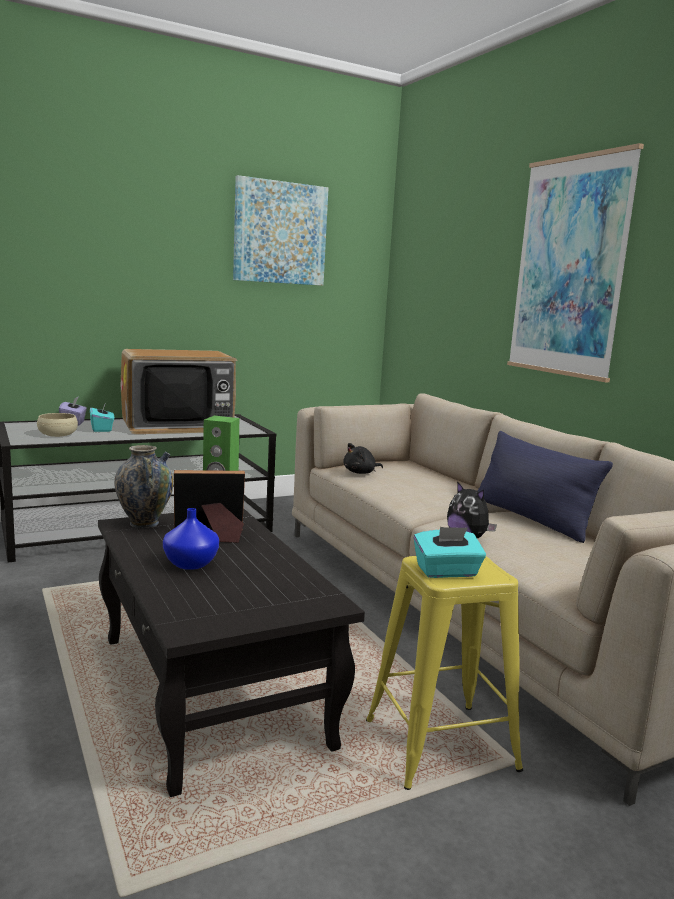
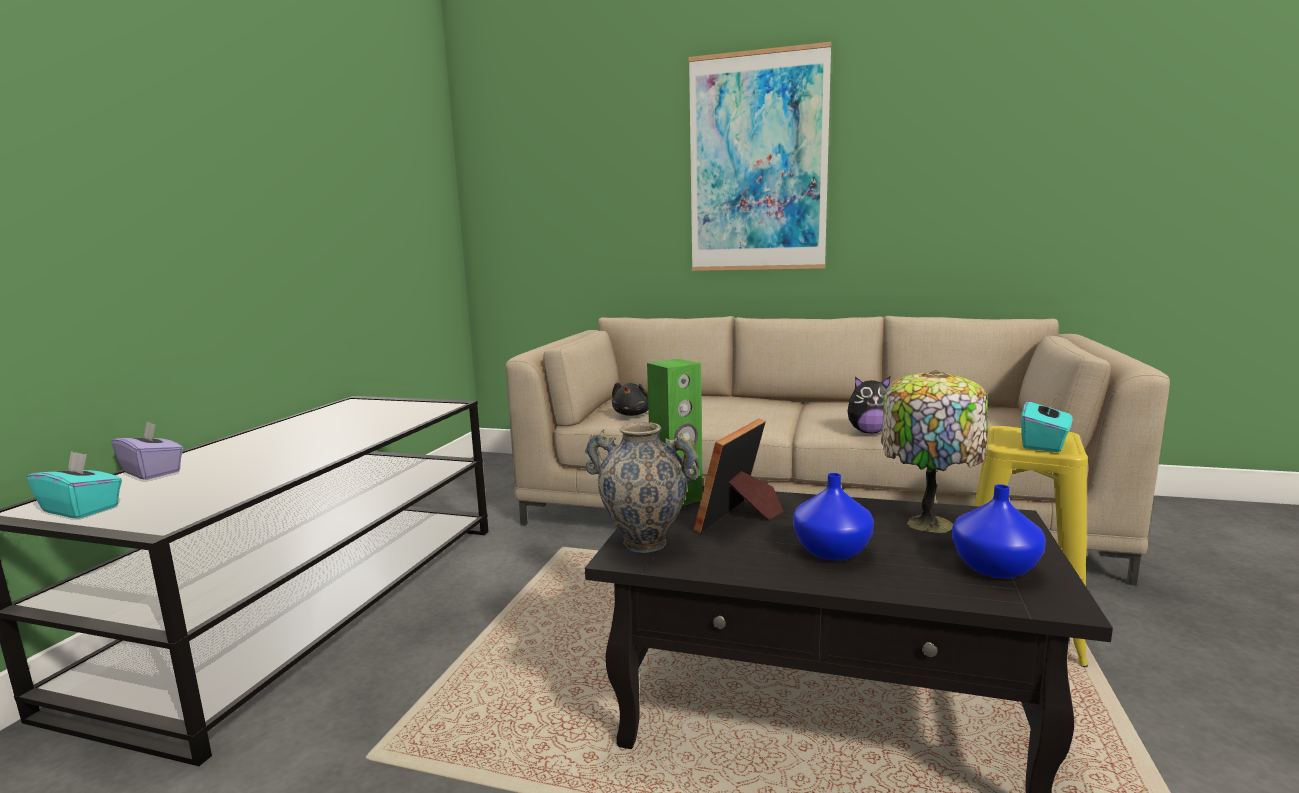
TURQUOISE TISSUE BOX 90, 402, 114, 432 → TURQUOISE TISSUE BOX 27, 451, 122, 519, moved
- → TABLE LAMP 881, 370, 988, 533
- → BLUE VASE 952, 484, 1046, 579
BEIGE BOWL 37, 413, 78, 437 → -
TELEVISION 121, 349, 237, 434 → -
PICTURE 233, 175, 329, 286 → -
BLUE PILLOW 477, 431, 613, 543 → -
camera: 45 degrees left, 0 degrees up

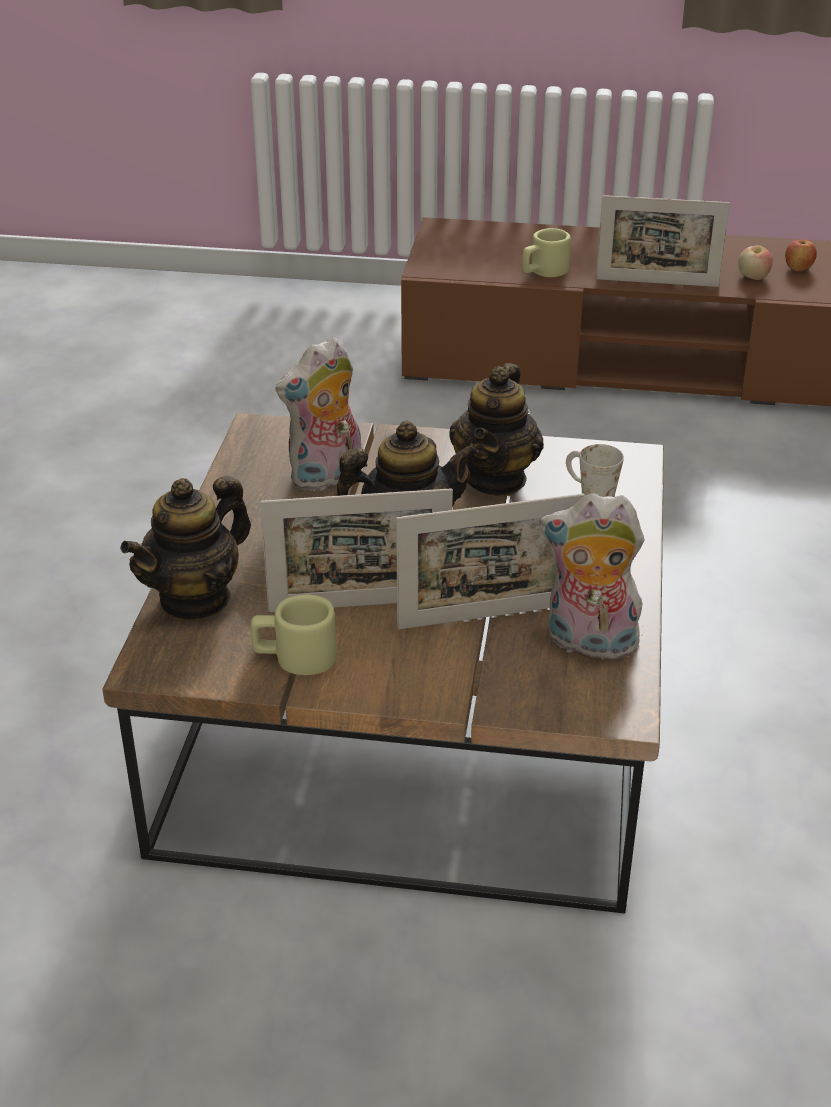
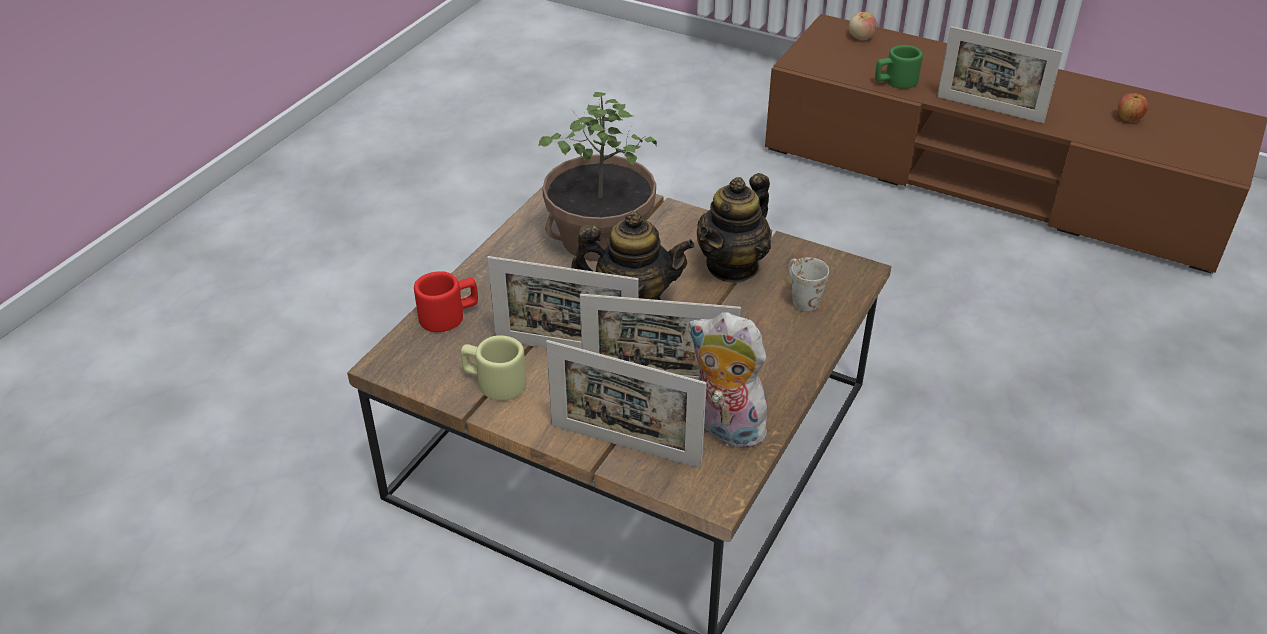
TEAPOT 120, 476, 251, 621 → RED MUG 414, 271, 478, 332
PLUSH TOY 275, 337, 362, 491 → POTTED PLANT 538, 92, 657, 261
- → PICTURE FRAME 546, 340, 707, 469
APPLE 738, 245, 773, 280 → APPLE 849, 12, 877, 40, moved
BEIGE MUG 522, 228, 571, 277 → GREEN MUG 875, 45, 923, 89
camera: 20 degrees right, 5 degrees up

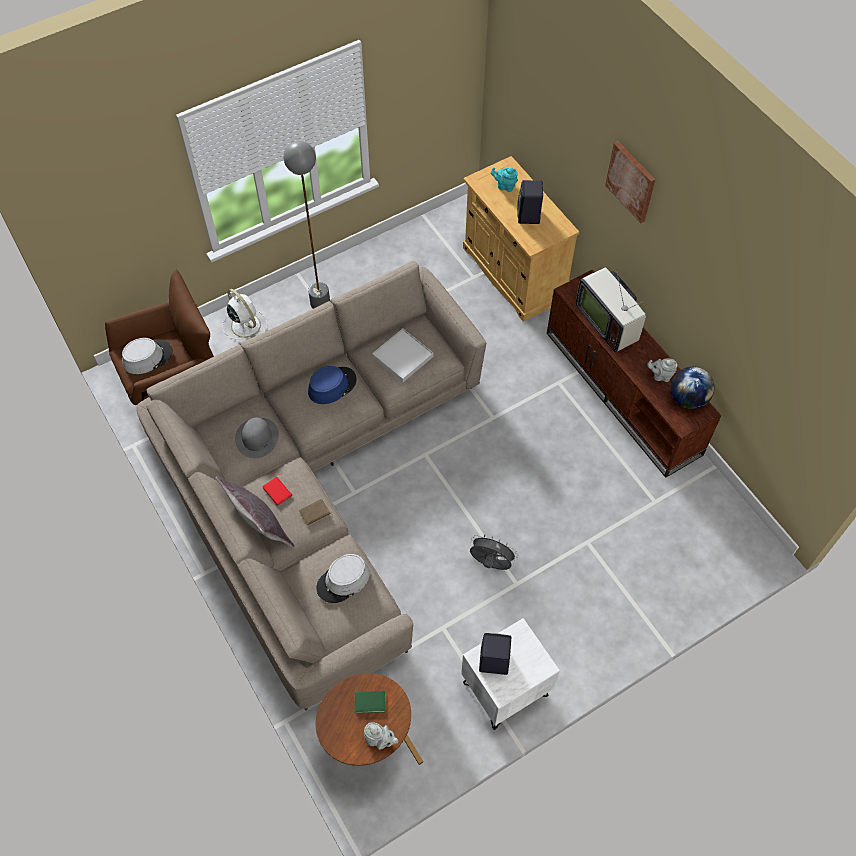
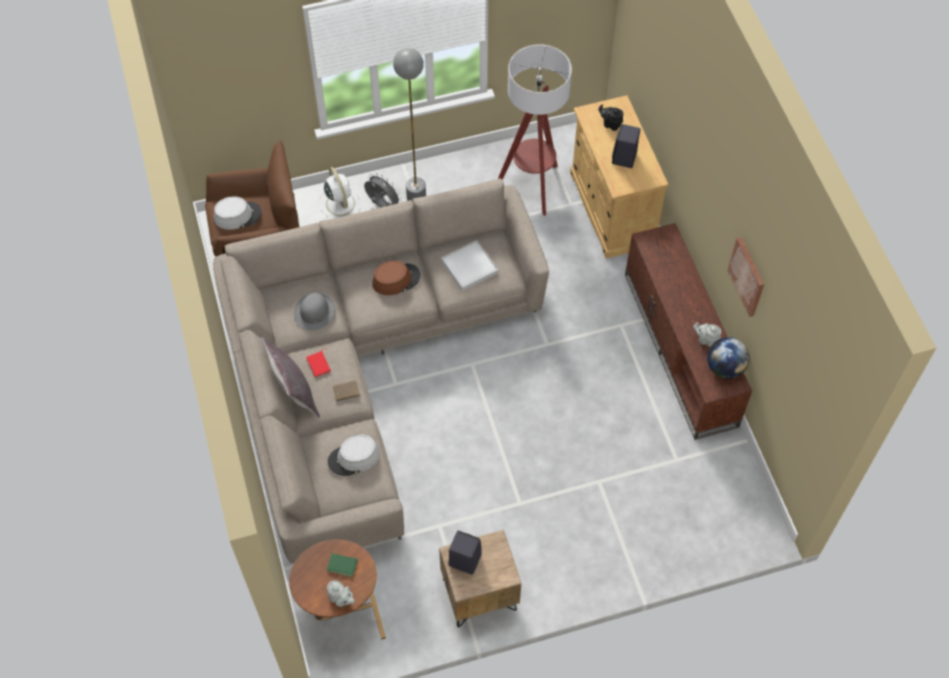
GREY FAN 470, 534, 518, 570 → GREY FAN 364, 173, 402, 207, moved
BLUE HAT 308, 366, 357, 404 → BROWN HAT 372, 260, 421, 295
WHITE NIGHTSTAND 461, 618, 560, 730 → BROWN NIGHTSTAND 439, 530, 521, 627
- → FLOOR LAMP 498, 44, 572, 216
TURQUOISE TEAPOT 491, 167, 518, 192 → BLACK TEAPOT 598, 105, 623, 131
PICTURE 605, 141, 655, 223 → PICTURE 727, 237, 764, 317, moved
TELEVISION 576, 268, 646, 352 → -
camera: 15 degrees right, 0 degrees up

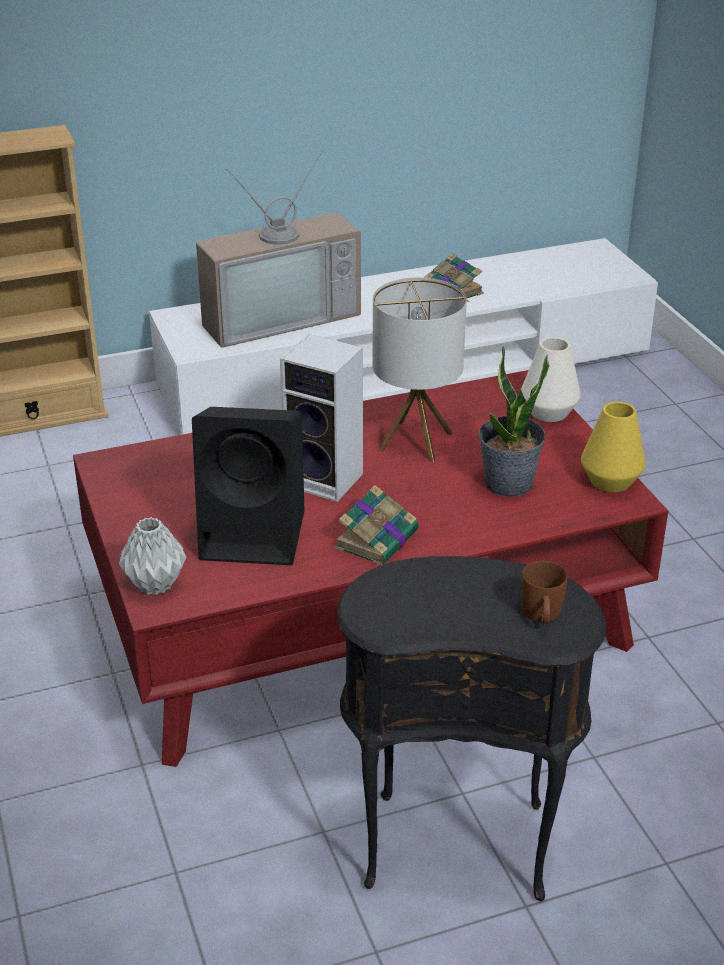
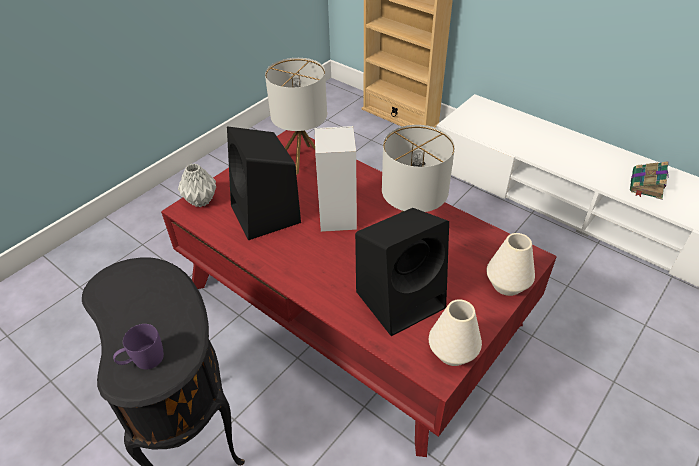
BROWN MUG 521, 561, 567, 624 → PURPLE MUG 113, 324, 164, 370
- → TABLE LAMP 265, 58, 327, 175
POTTED PLANT 478, 347, 550, 497 → BLACK SPEAKER 355, 208, 449, 336
YELLOW VASE 581, 402, 646, 492 → WHITE VASE 429, 299, 482, 366
TELEVISION 196, 151, 361, 348 → -
BOOK 334, 485, 419, 565 → -
camera: 60 degrees right, 10 degrees up

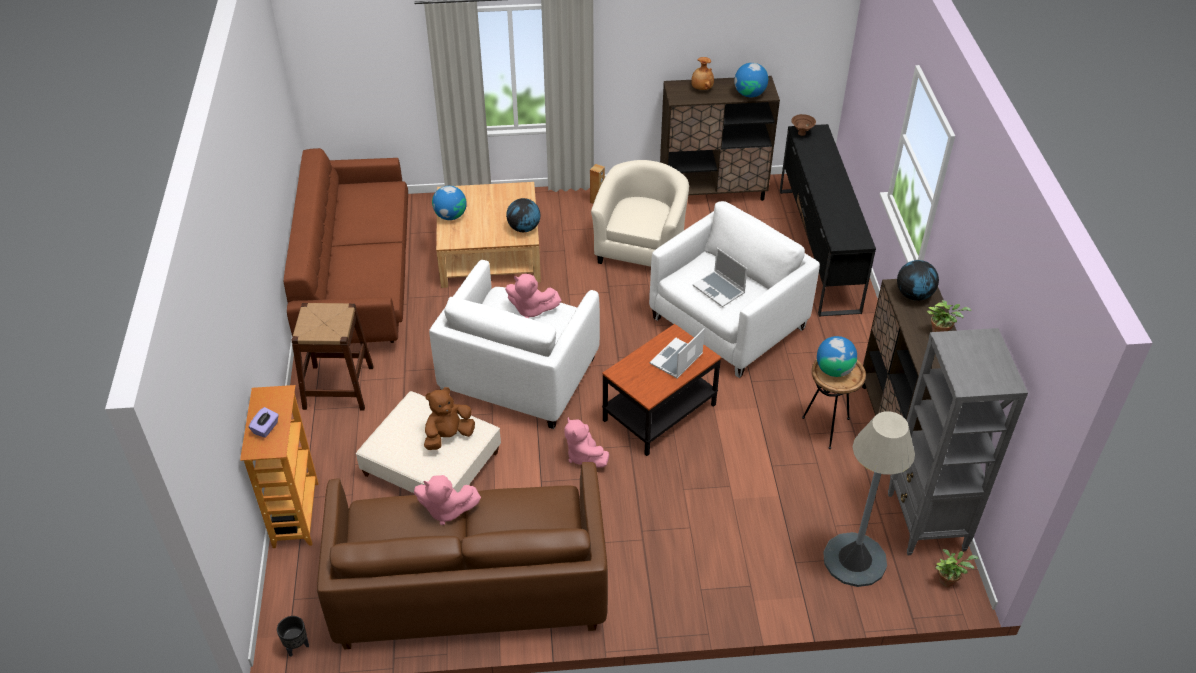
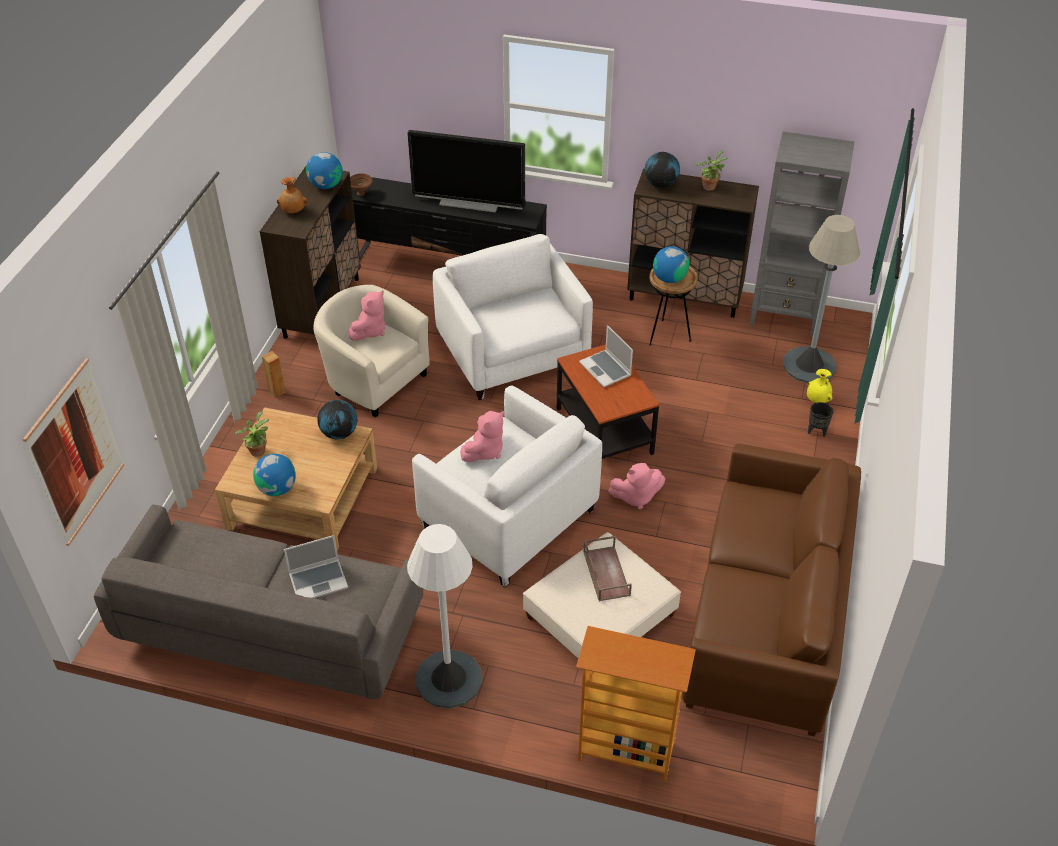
- → PICTURE 23, 358, 124, 546
BROWN SOFA 284, 148, 408, 343 → GREY SOFA 94, 504, 423, 699
POTTED PLANT 935, 549, 979, 587 → POTTED PLANT 235, 411, 269, 457, moved
LAPTOP 693, 248, 748, 307 → LAPTOP 284, 535, 348, 598, moved
PINK PLUSH TOY 414, 475, 481, 525 → PINK PLUSH TOY 348, 290, 385, 341, moved
- → TELEVISION 407, 130, 525, 213
BROWN STOOL 291, 303, 374, 410 → WHITE FLOOR LAMP 407, 524, 482, 708
BROWN PLUSH TOY 424, 387, 475, 450 → BROWN TRAY 583, 536, 632, 601
- → YELLOW VASE 807, 369, 832, 403
BLACK PLANTER 277, 616, 309, 657 → BLACK PLANTER 808, 402, 833, 437, moved
PURPLE TISSUE BOX 249, 407, 279, 438 → -
camera: 70 degrees left, 0 degrees up

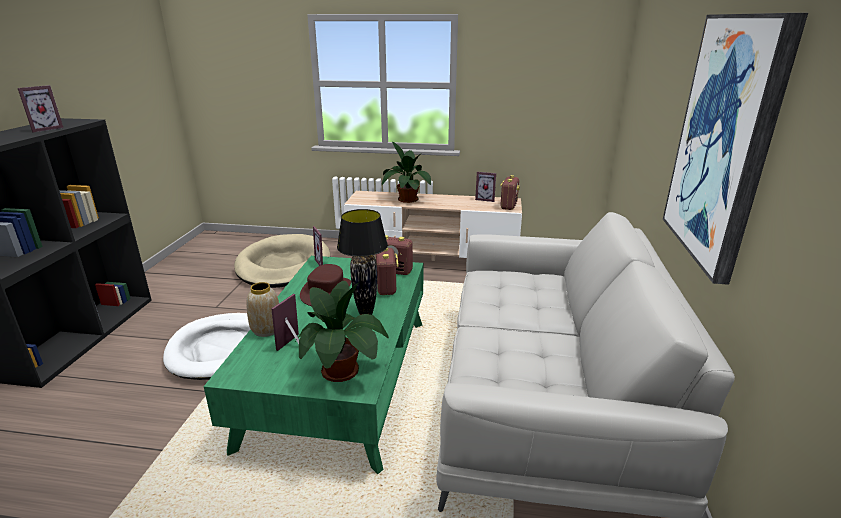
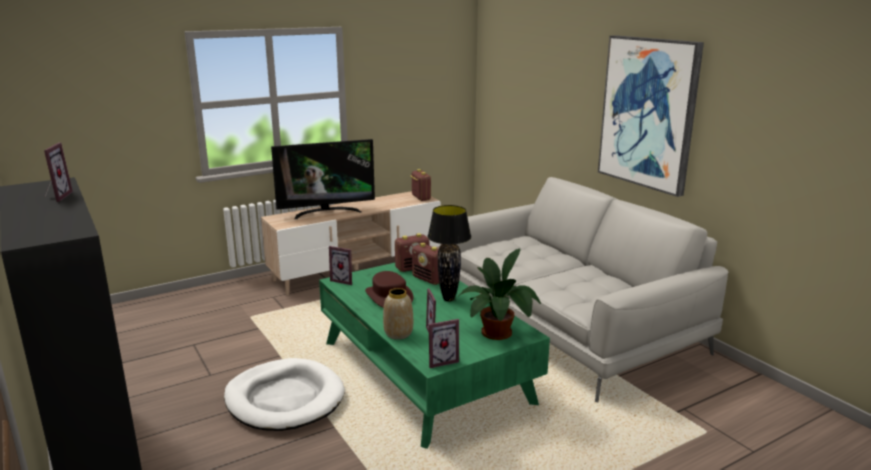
POTTED PLANT 382, 142, 431, 203 → TELEVISION 271, 139, 375, 219
PICTURE FRAME 475, 172, 496, 202 → PICTURE FRAME 429, 319, 459, 368, moved
BEIGE DOG BED 234, 234, 330, 288 → -
camera: 40 degrees left, 5 degrees down

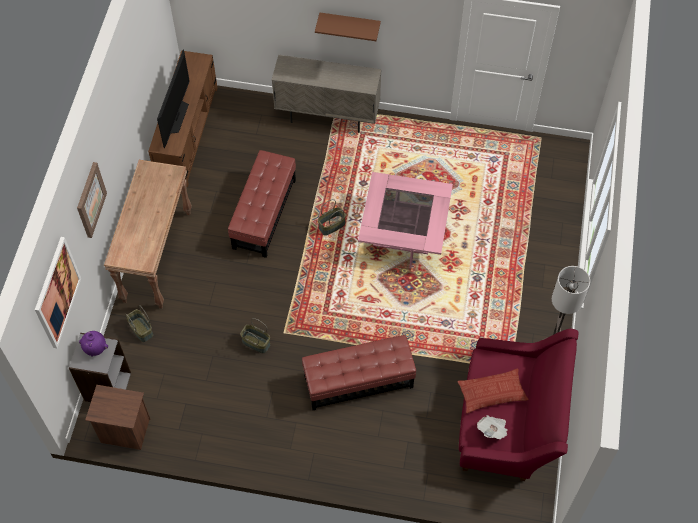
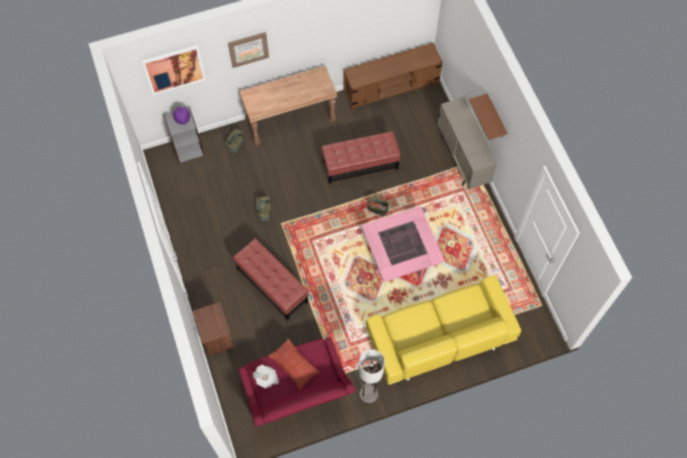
BROWN NIGHTSTAND 85, 385, 151, 450 → BROWN NIGHTSTAND 193, 302, 233, 355, moved
- → YELLOW SOFA 366, 275, 521, 385
TELEVISION 157, 49, 190, 148 → -
camera: 60 degrees right, 5 degrees up

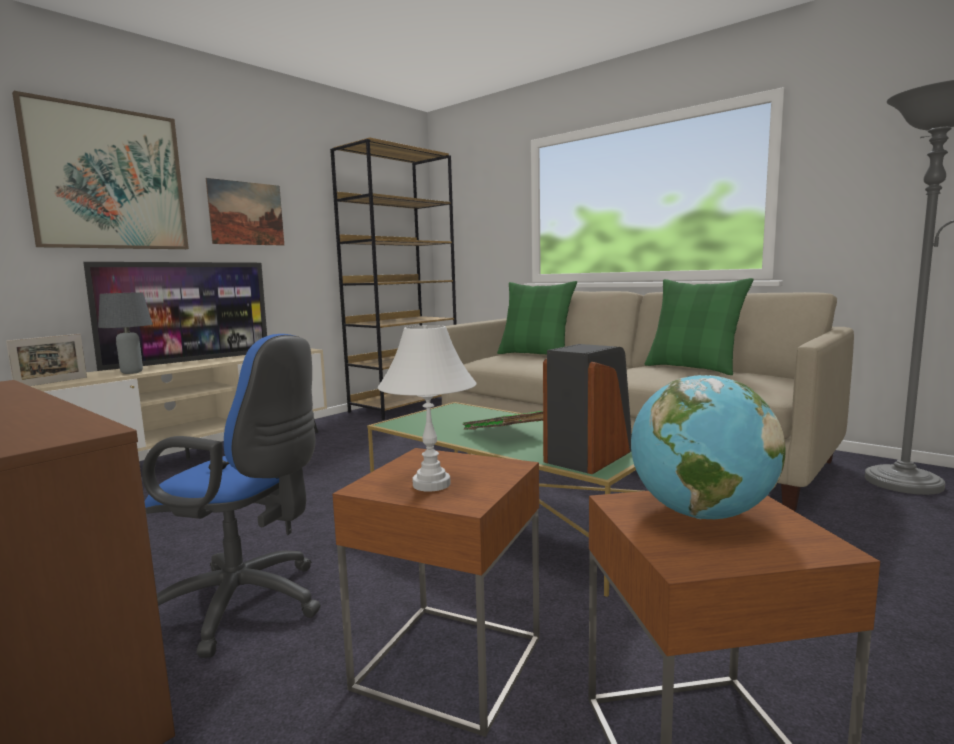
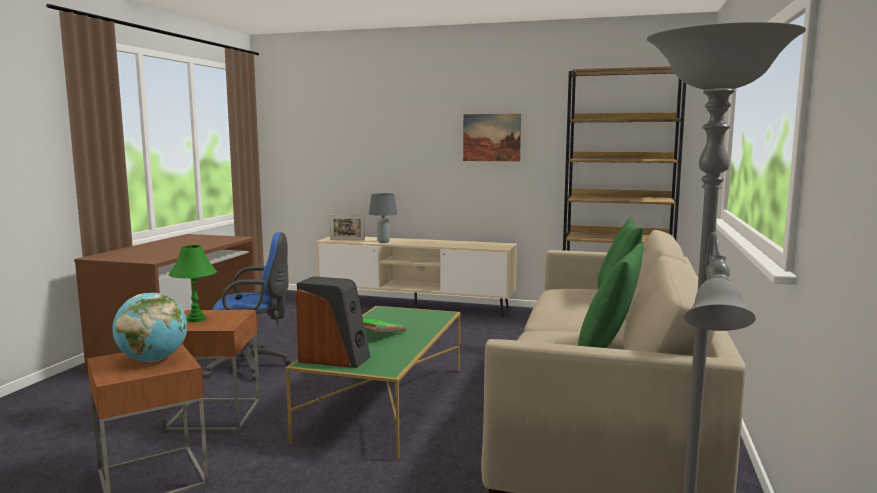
WHITE TABLE LAMP 378, 325, 476, 492 → GREEN TABLE LAMP 169, 245, 217, 322
BLUE OFFICE CHAIR 142, 334, 321, 658 → BLUE OFFICE CHAIR 202, 232, 292, 381, 90 degrees counterclockwise
PICTURE 12, 91, 189, 249 → -
TELEVISION 83, 262, 267, 371 → -
camera: 65 degrees right, 0 degrees up

